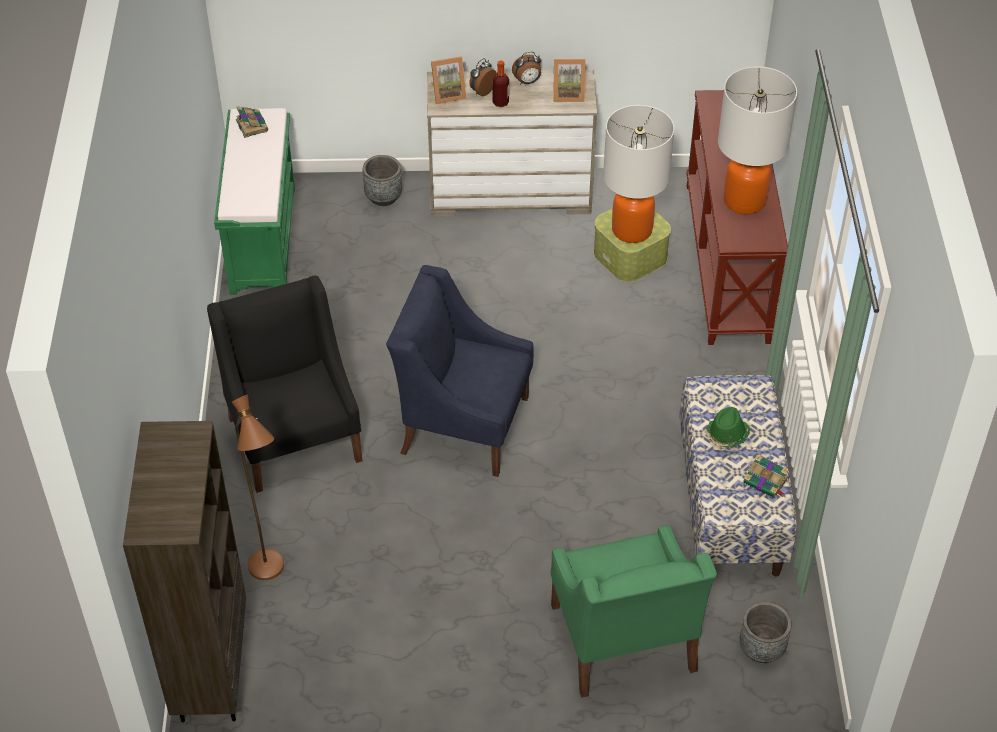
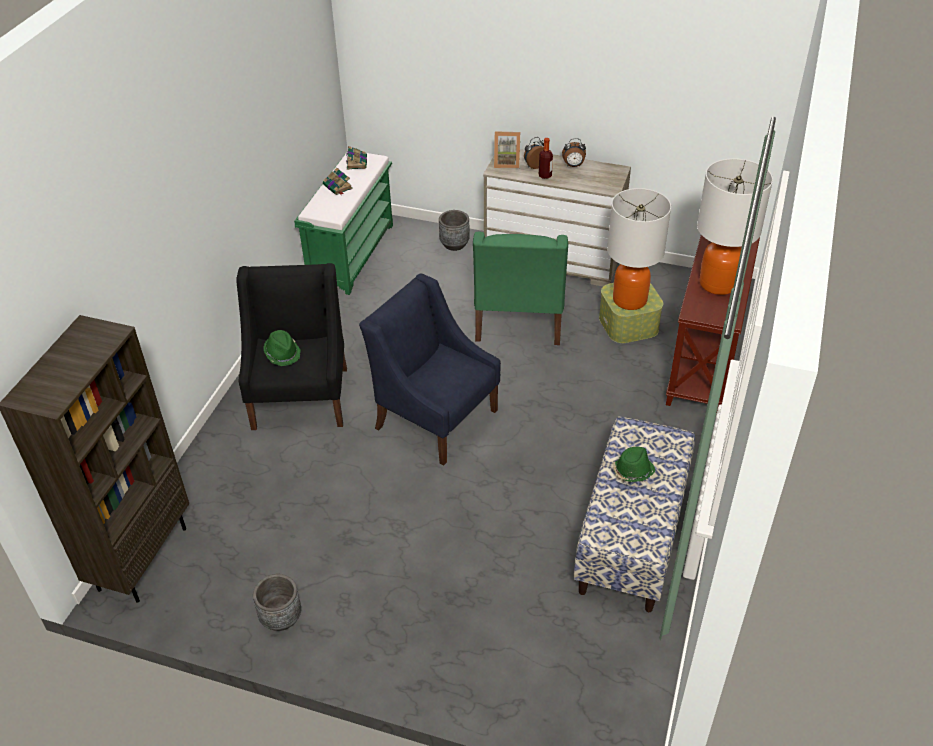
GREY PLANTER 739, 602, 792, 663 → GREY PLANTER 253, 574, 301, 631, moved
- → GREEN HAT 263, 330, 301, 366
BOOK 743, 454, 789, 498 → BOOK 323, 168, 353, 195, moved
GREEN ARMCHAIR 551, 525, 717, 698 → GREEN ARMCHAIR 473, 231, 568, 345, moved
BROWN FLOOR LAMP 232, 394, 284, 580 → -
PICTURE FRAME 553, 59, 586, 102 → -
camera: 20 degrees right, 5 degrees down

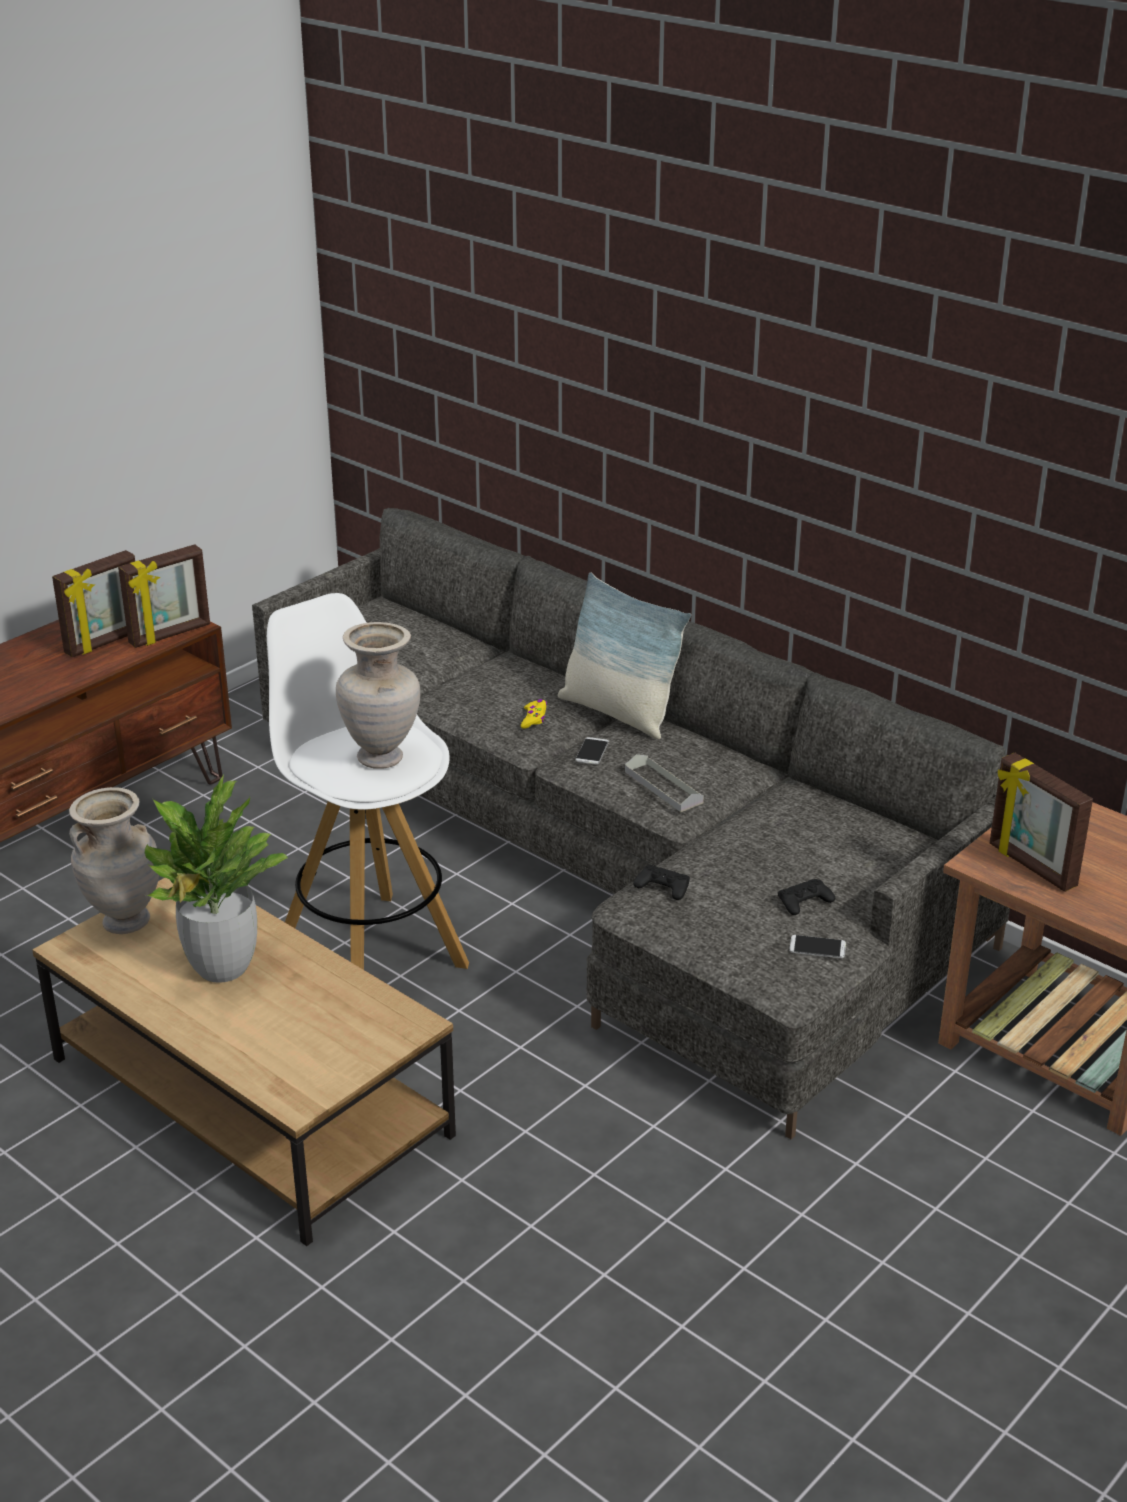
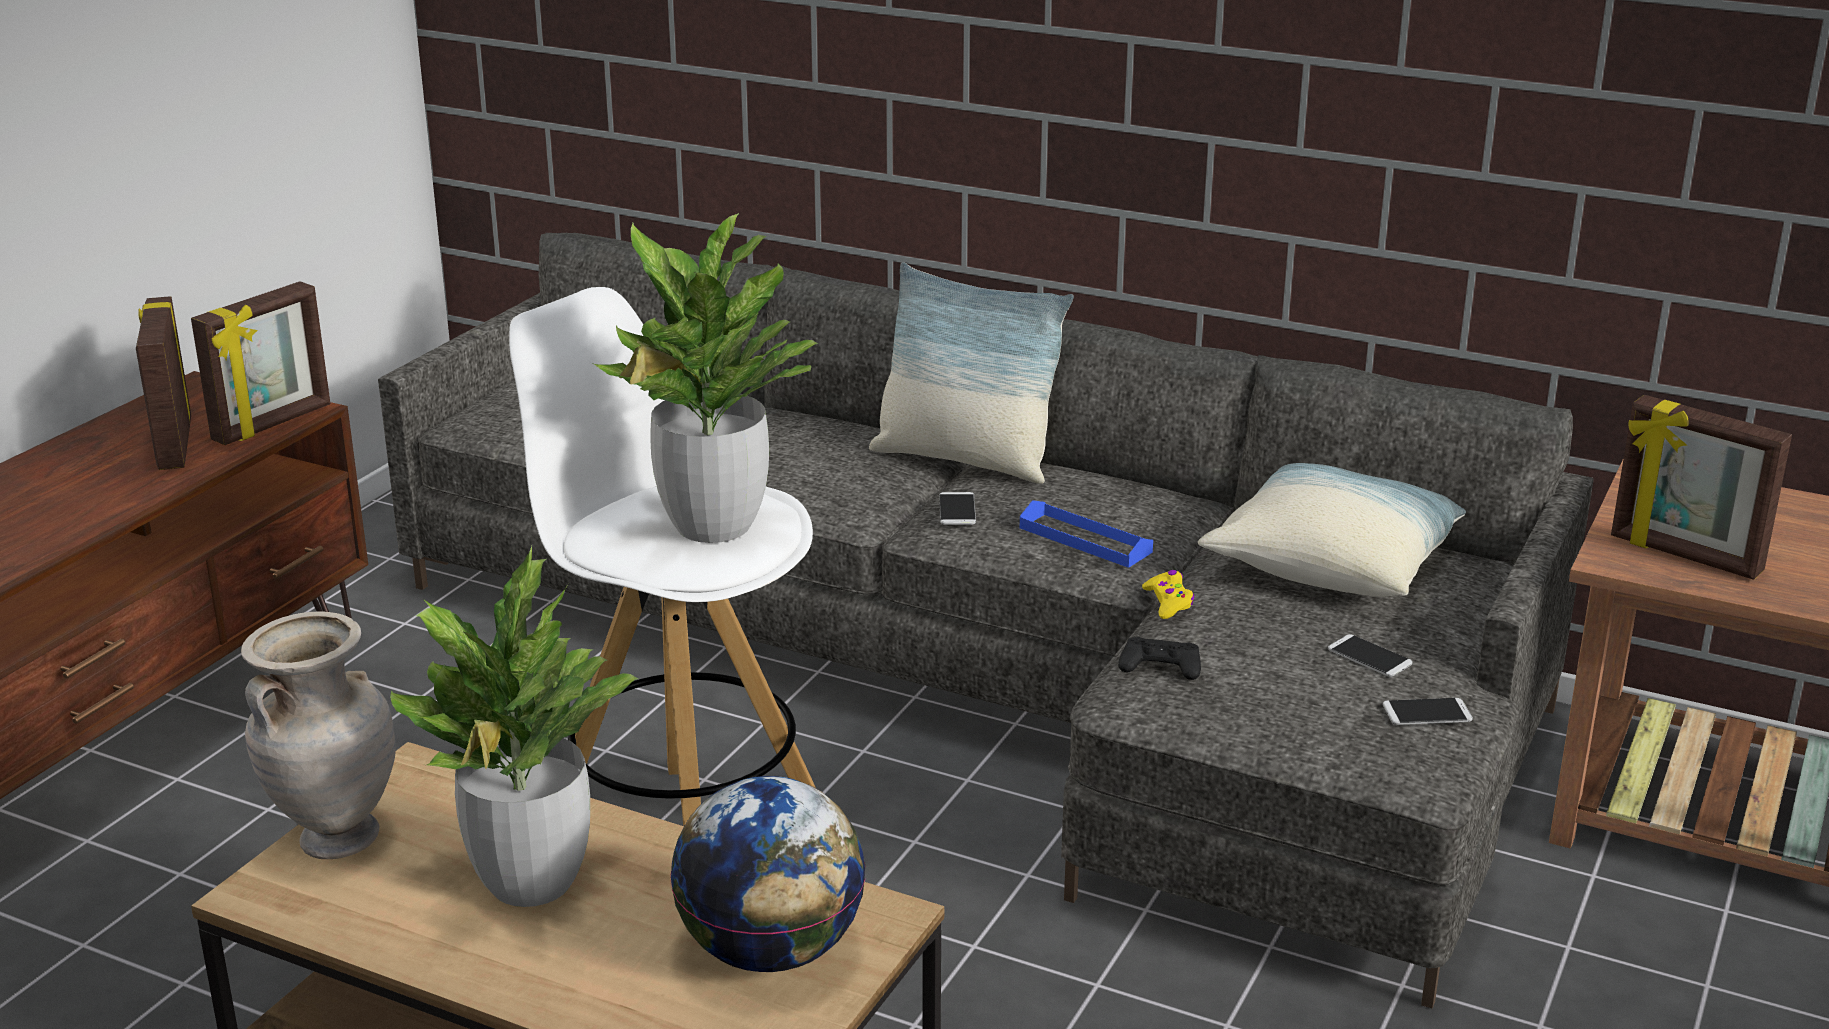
PICTURE FRAME 52, 550, 135, 657 → PICTURE FRAME 136, 296, 191, 470, 135 degrees clockwise
BEIGE VASE 336, 622, 420, 769 → POTTED PLANT 594, 213, 818, 543
- → GLOBE 670, 776, 866, 972
GREY TRAY 625, 754, 704, 812 → BLUE TRAY 1020, 500, 1153, 568
YELLOW GAME CONTROLLER 521, 699, 547, 729 → YELLOW GAME CONTROLLER 1142, 570, 1194, 619, moved
- → PILLOW 1198, 463, 1466, 597
BLACK GAME CONTROLLER 778, 879, 835, 915 → PHONE 1328, 634, 1413, 677
camera: 15 degrees left, 5 degrees down

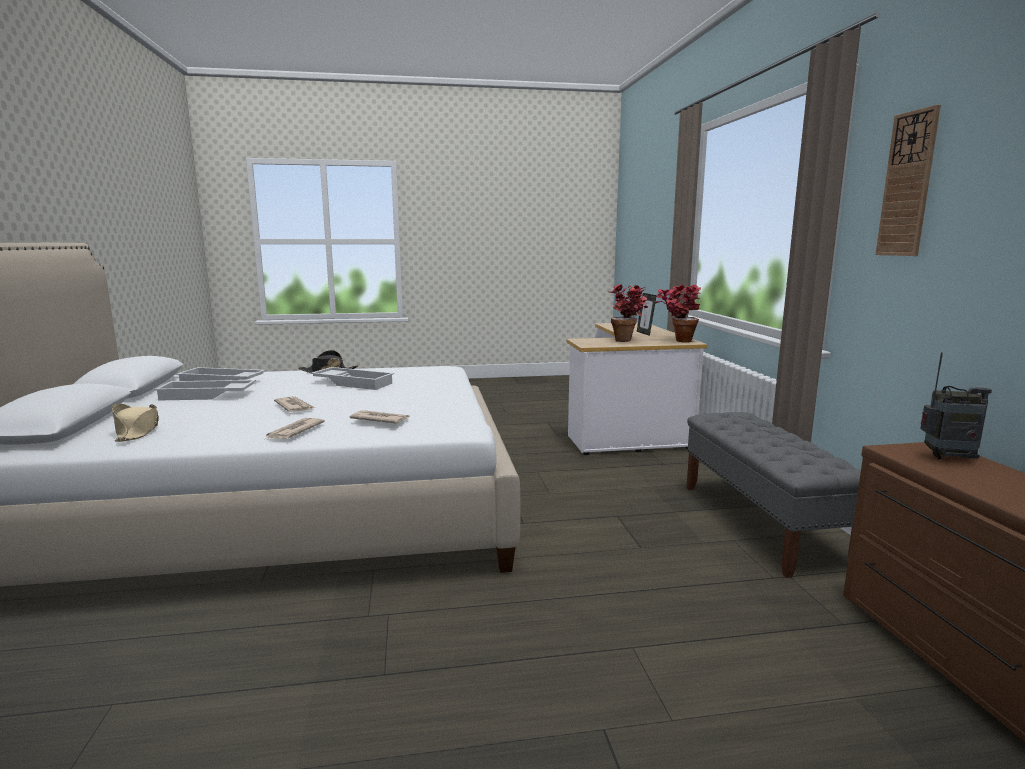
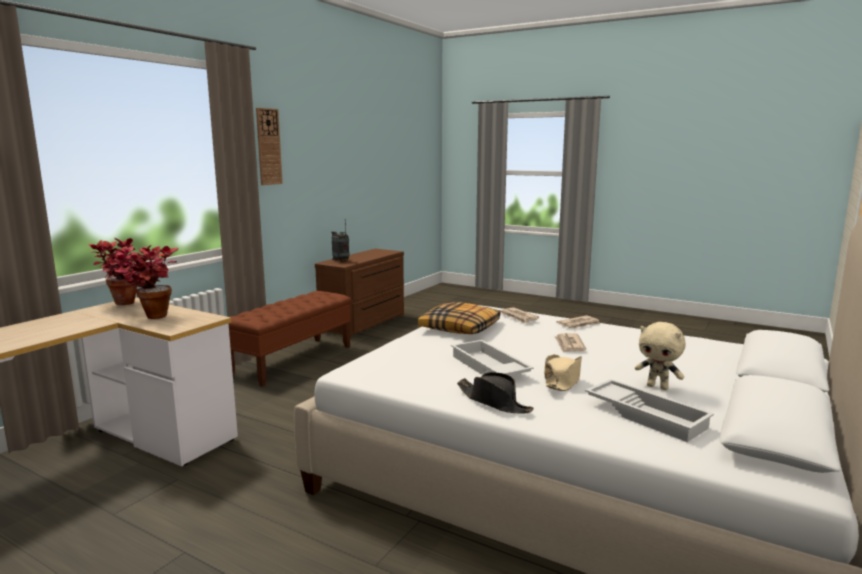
GREY BENCH 686, 412, 861, 578 → BROWN BENCH 228, 291, 351, 387
- → PILLOW 418, 302, 501, 334
BEIGE HAT 111, 404, 159, 442 → BEIGE HAT 544, 354, 582, 391, moved
WHITE TRAY 154, 380, 256, 401 → BEIGE PLUSH TOY 635, 322, 686, 390
PICTURE FRAME 637, 293, 657, 336 → -
camera: 140 degrees left, 0 degrees up

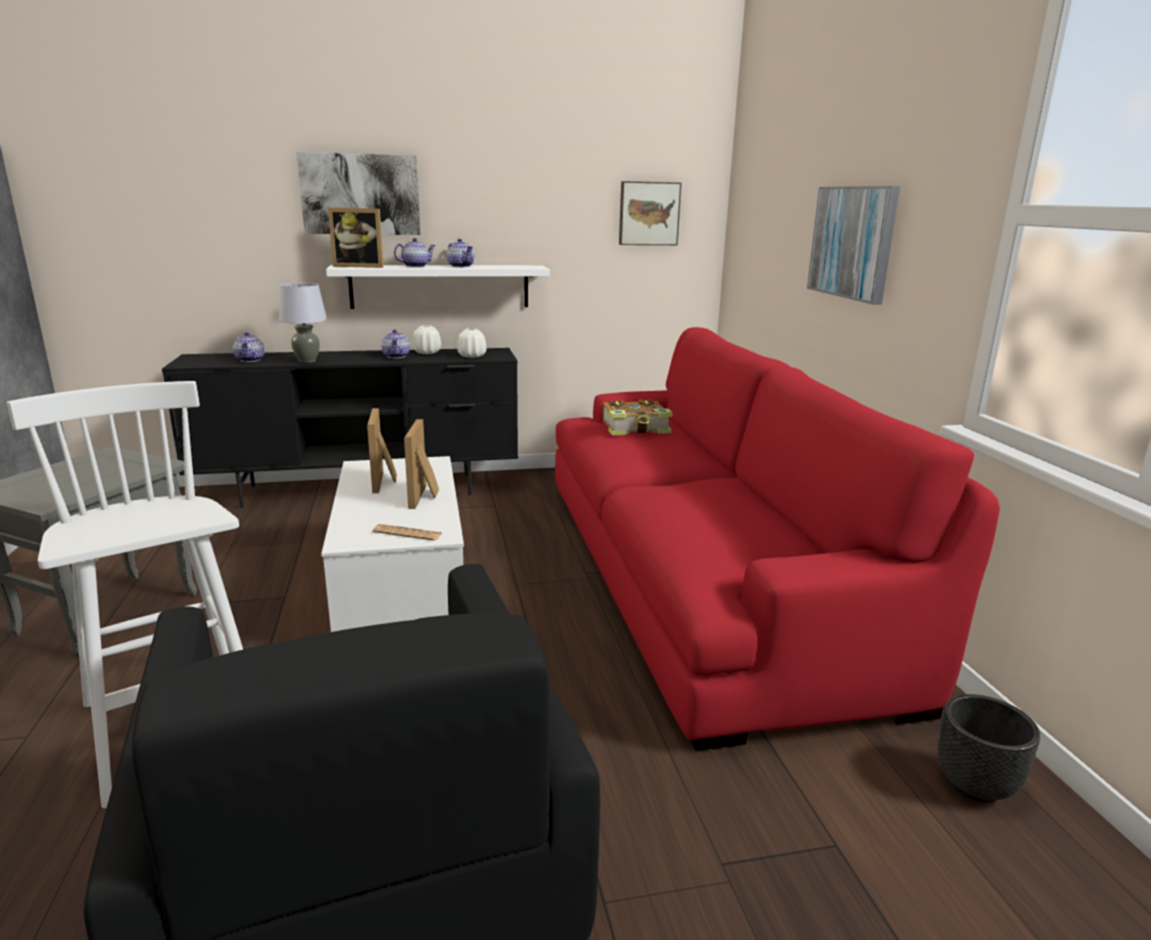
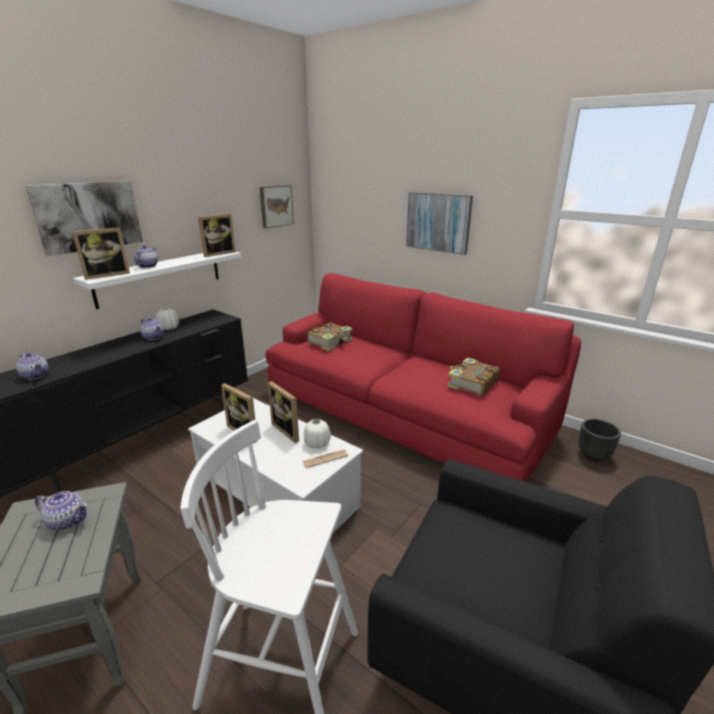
TEAPOT 447, 239, 474, 267 → TEAPOT 35, 491, 88, 530, moved
- → PICTURE FRAME 198, 214, 236, 257
WHITE VASE 457, 328, 486, 358 → WHITE VASE 304, 419, 331, 449, moved
- → BOOK 447, 357, 500, 396
GREY TABLE LAMP 279, 283, 327, 363 → -
camera: 40 degrees left, 5 degrees up

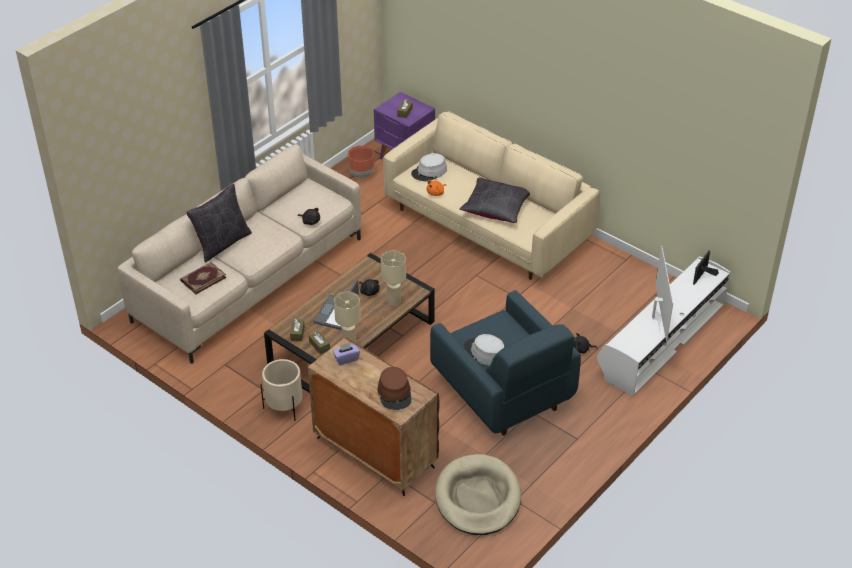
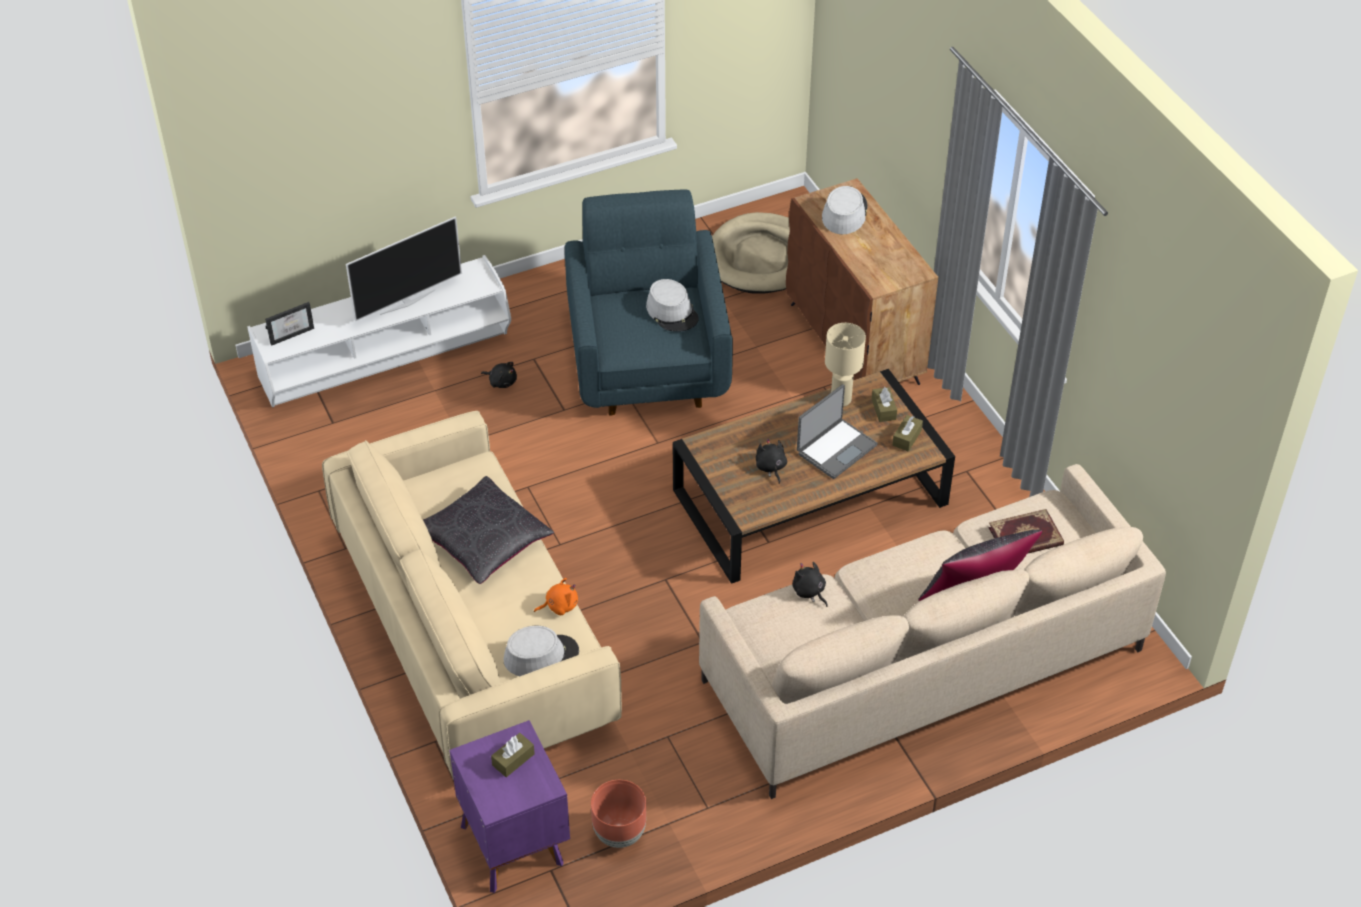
TELEVISION 652, 246, 673, 342 → TELEVISION 346, 216, 462, 321, 150 degrees counterclockwise
BROWN HAT 377, 367, 412, 410 → GREY HAT 822, 186, 868, 234
BEIGE PLANTER 260, 359, 303, 421 → -
PURPLE TISSUE BOX 333, 343, 360, 365 → -
BEIGE TABLE LAMP 381, 250, 406, 306 → -
camera: 155 degrees left, 5 degrees up

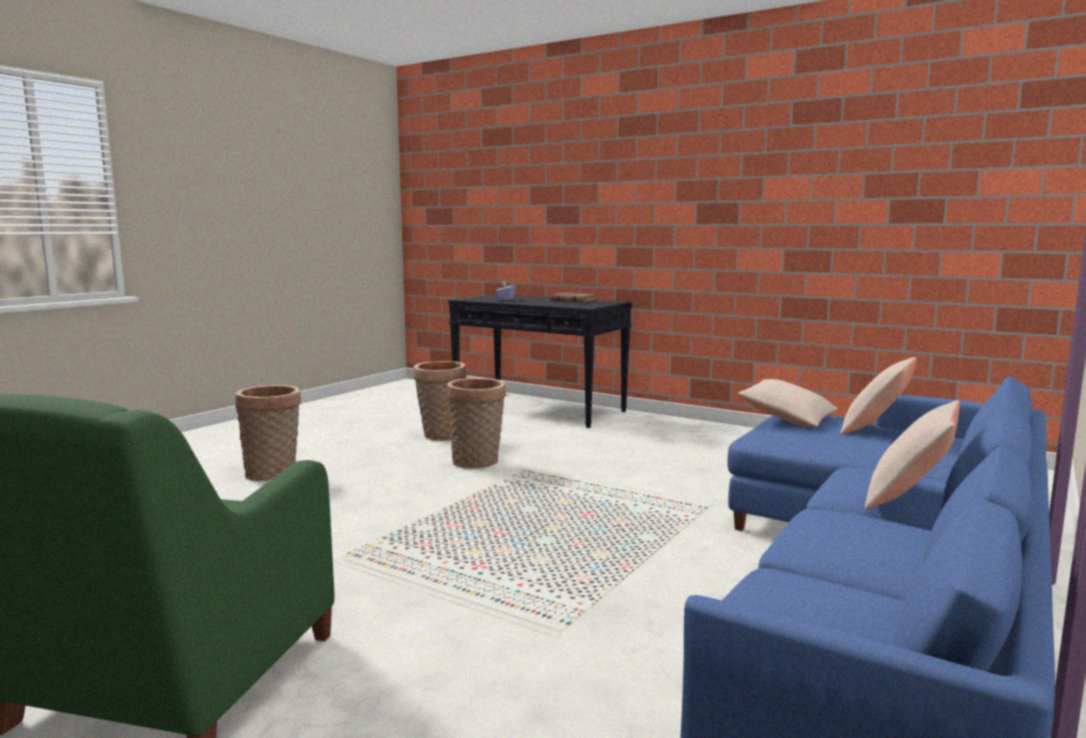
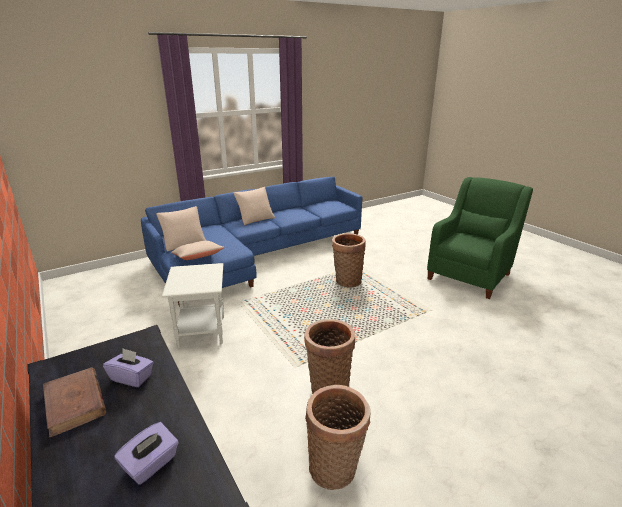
- → PURPLE TISSUE BOX 103, 348, 154, 387
- → WHITE SIDE TABLE 162, 263, 224, 348
BASKET 235, 385, 301, 481 → BASKET 332, 233, 366, 287, moved
camera: 155 degrees left, 15 degrees up

